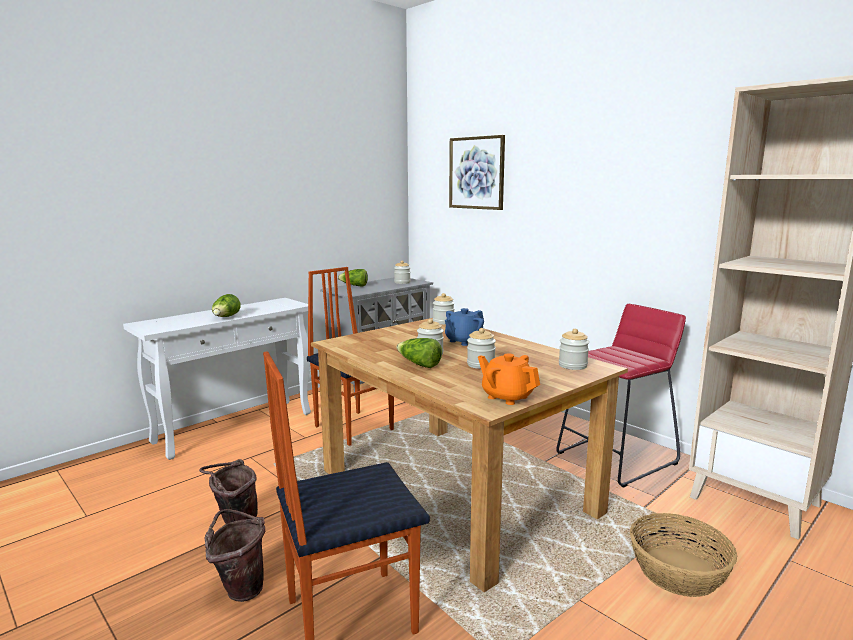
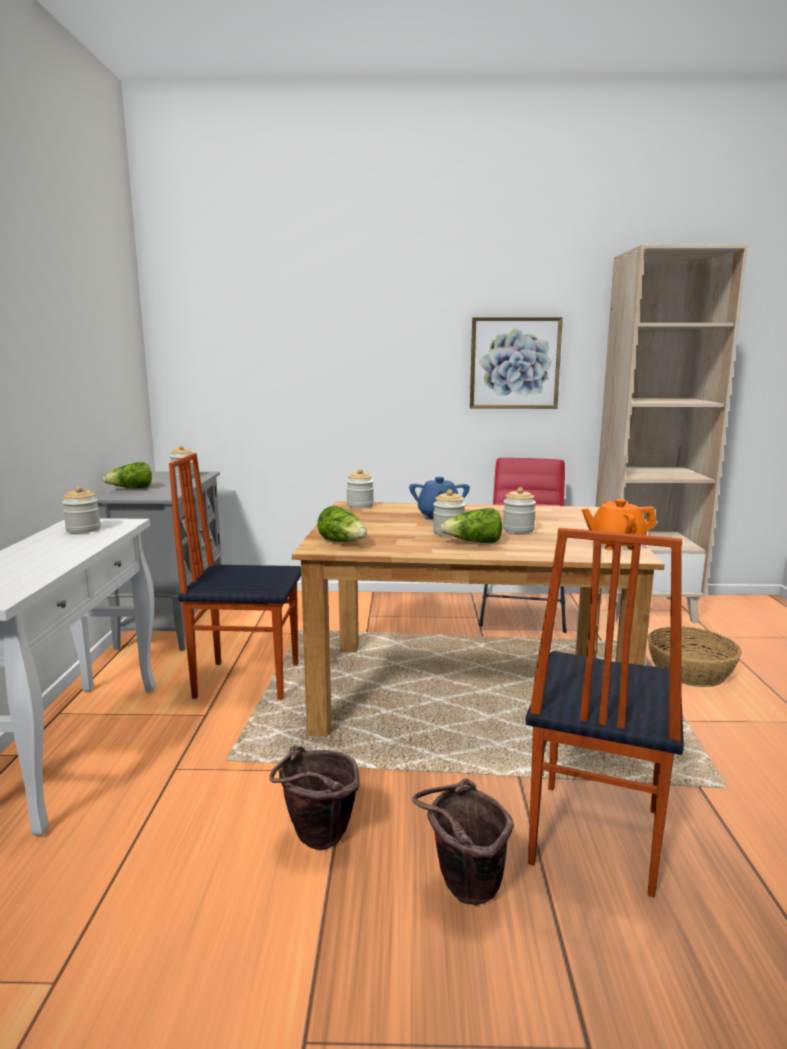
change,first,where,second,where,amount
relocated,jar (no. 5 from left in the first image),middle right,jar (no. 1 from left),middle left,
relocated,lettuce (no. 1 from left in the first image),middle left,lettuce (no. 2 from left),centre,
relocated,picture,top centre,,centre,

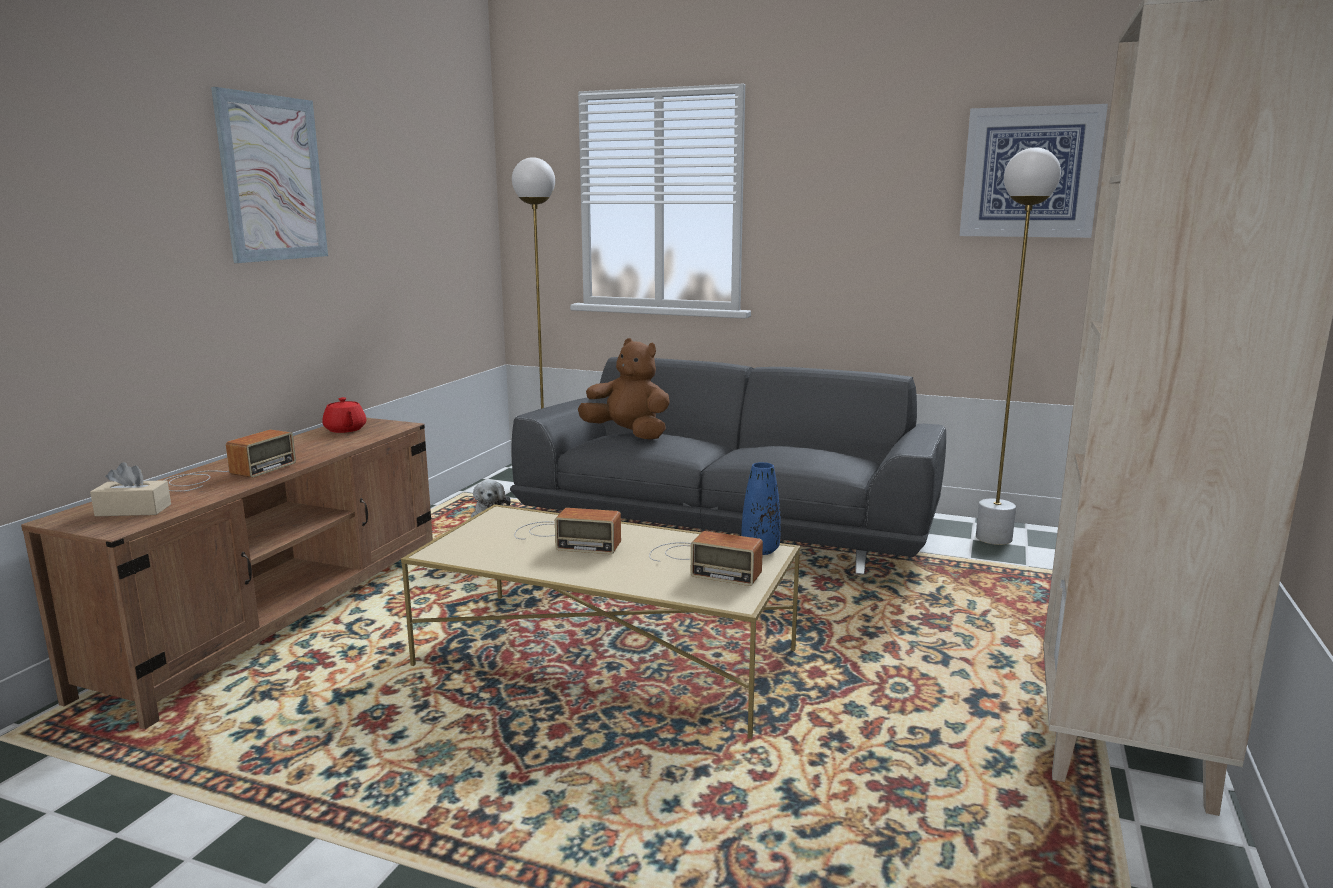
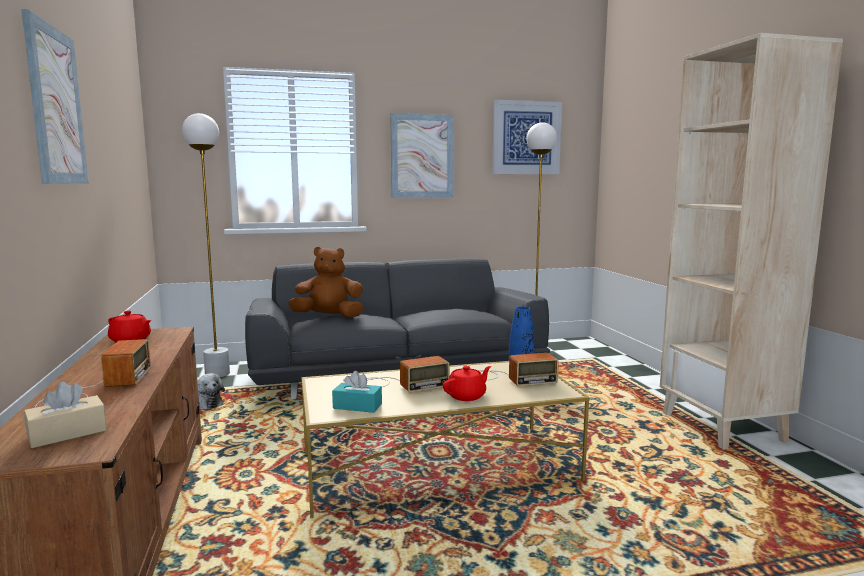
change,first,where,second,where,amount
appeared,,,turquoise tissue box,bottom centre,
appeared,,,picture (no. 2 from left),top centre,
appeared,,,red teapot (no. 2 from left),centre,

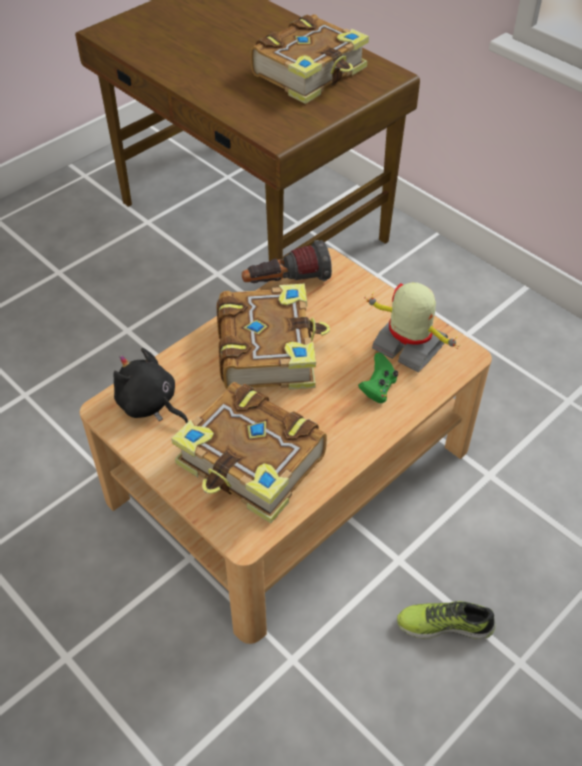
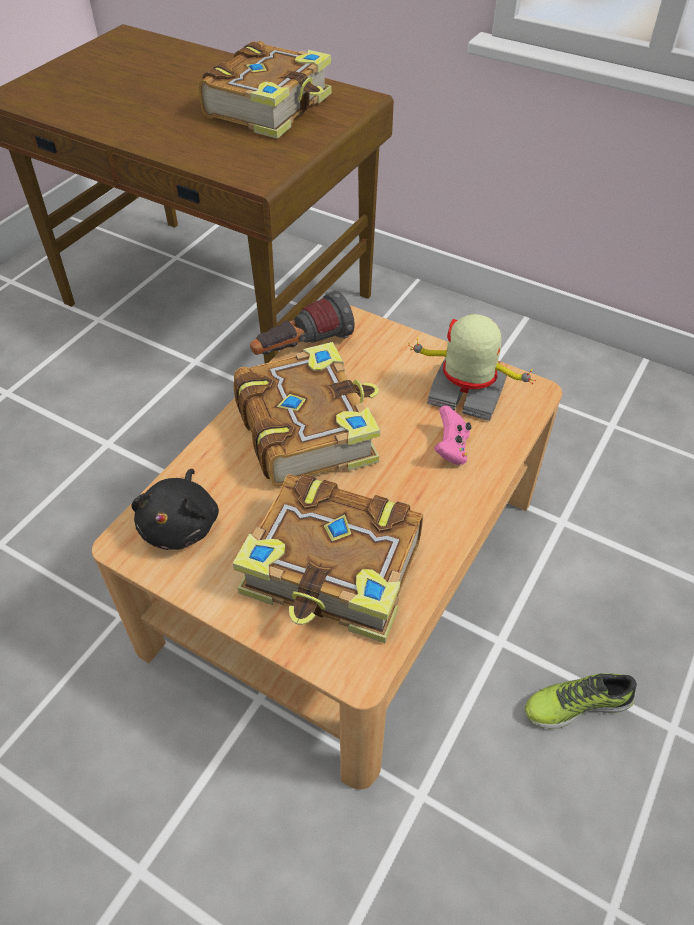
change,first,where,second,where,amount
spun,black plush toy,middle left,,middle left,105 degrees counterclockwise
colour,green game controller,centre,pink game controller,centre,

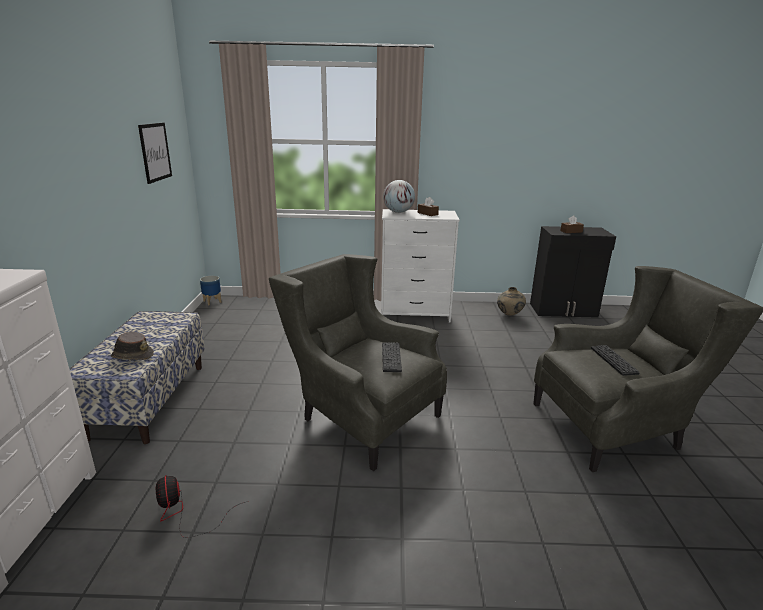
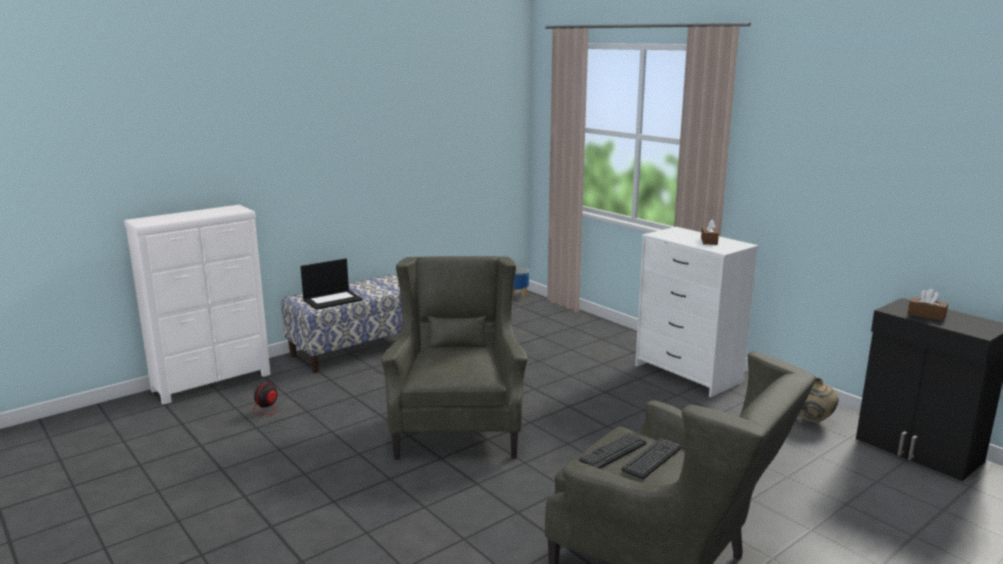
change,first,where,second,where,amount
exchanged,brown hat,middle left,laptop,middle left,
relocated,keyboard (no. 1 from left),centre,,bottom centre,
missing,picture,top left,,,
missing,globe,top centre,,,

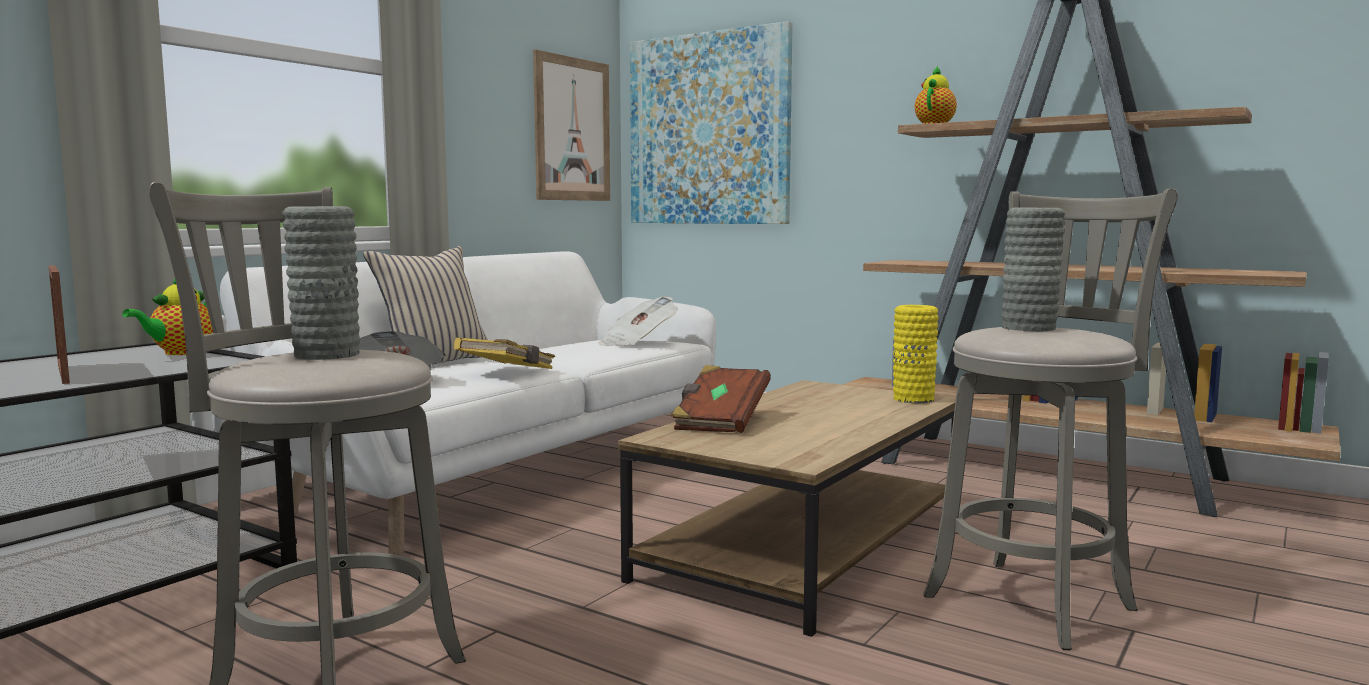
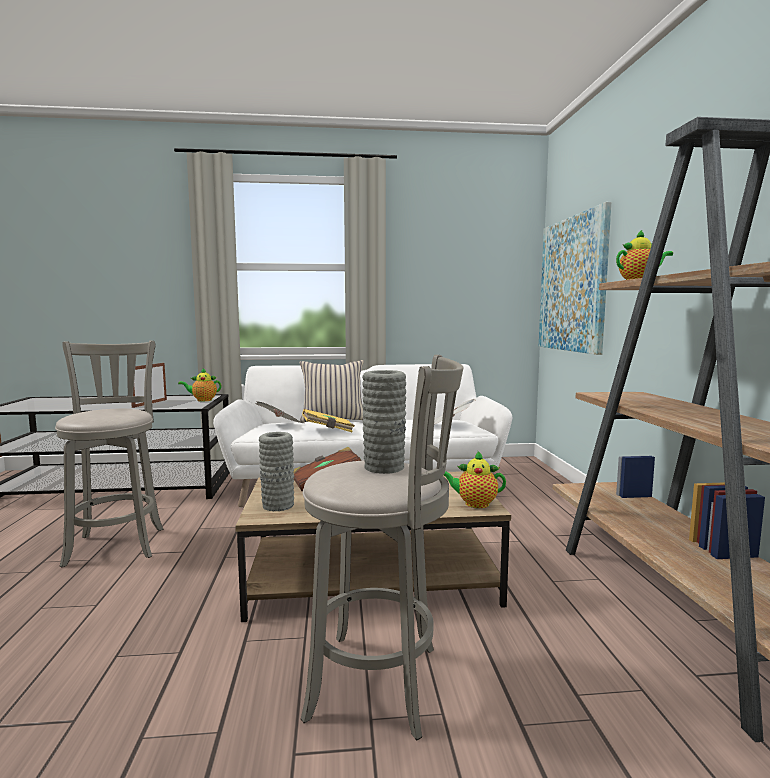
change,first,where,second,where,amount
relocated,grey vase (no. 1 from left),middle left,,centre,
exchanged,yellow vase,middle right,teapot (no. 2 from left),centre,
missing,picture (no. 1 from left),top centre,,,

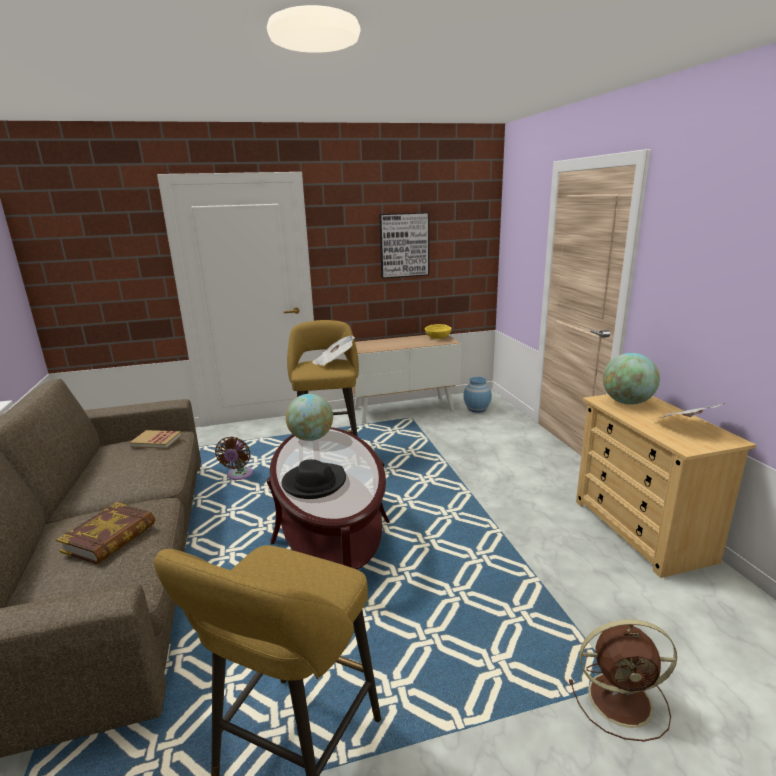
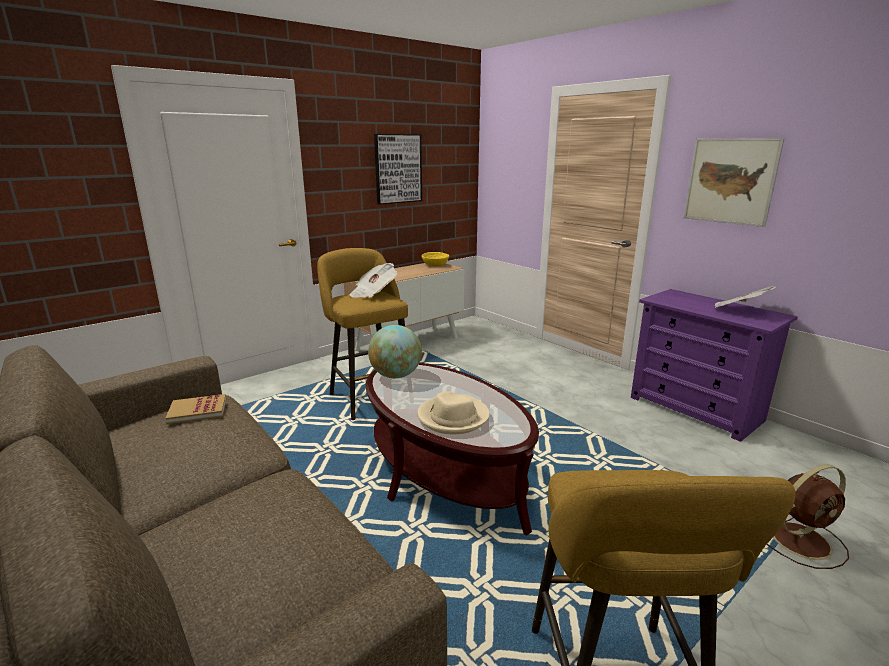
change,first,where,second,where,amount
colour,black hat,centre,beige hat,centre,
colour,beige dresser,middle right,purple dresser,middle right,
appeared,,,picture (no. 2 from left),top right,
missing,book (no. 1 from left),bottom left,,,
missing,brown fan (no. 1 from left),middle left,,,
missing,blue vase,centre,,,
missing,globe (no. 2 from left),middle right,,,

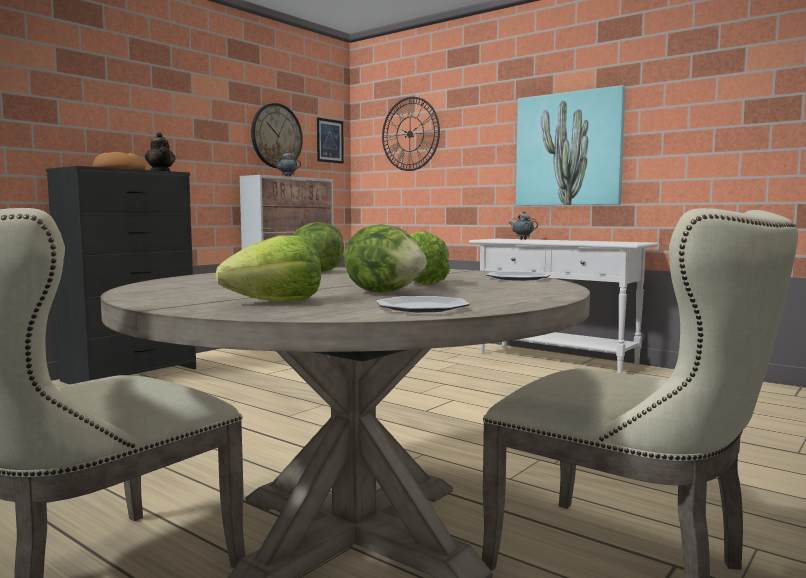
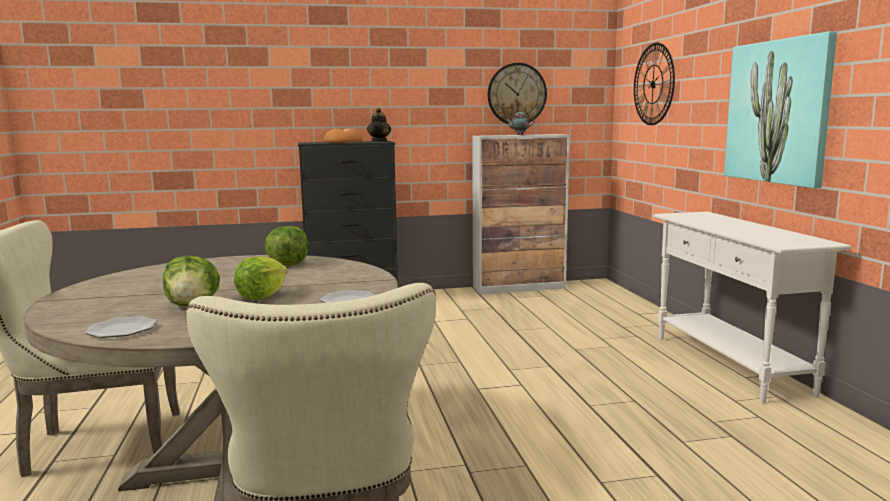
change,first,where,second,where,amount
missing,lettuce (no. 1 from left),middle left,,,
missing,picture (no. 1 from left),top centre,,,
missing,teapot (no. 3 from left),centre,,,

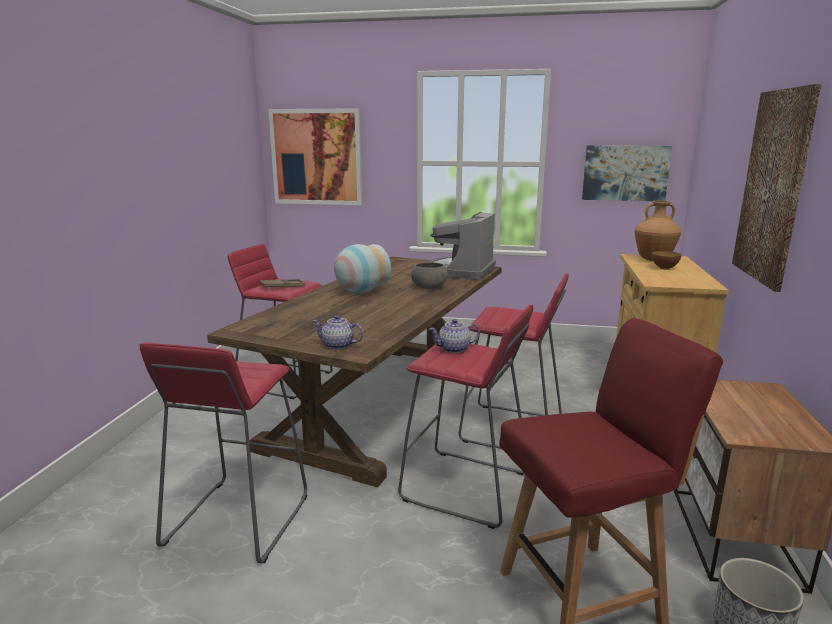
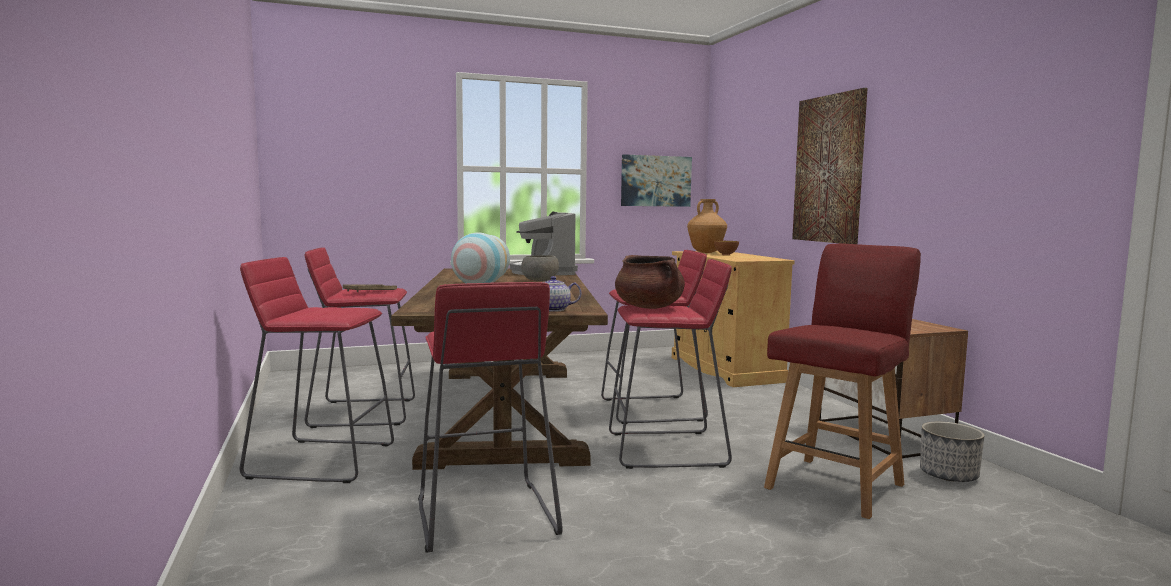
change,first,where,second,where,amount
appeared,,,red stool (no. 1 from left),middle left,
exchanged,teapot (no. 2 from left),centre,brown cooking pot,centre,
missing,picture (no. 1 from left),top centre,,,

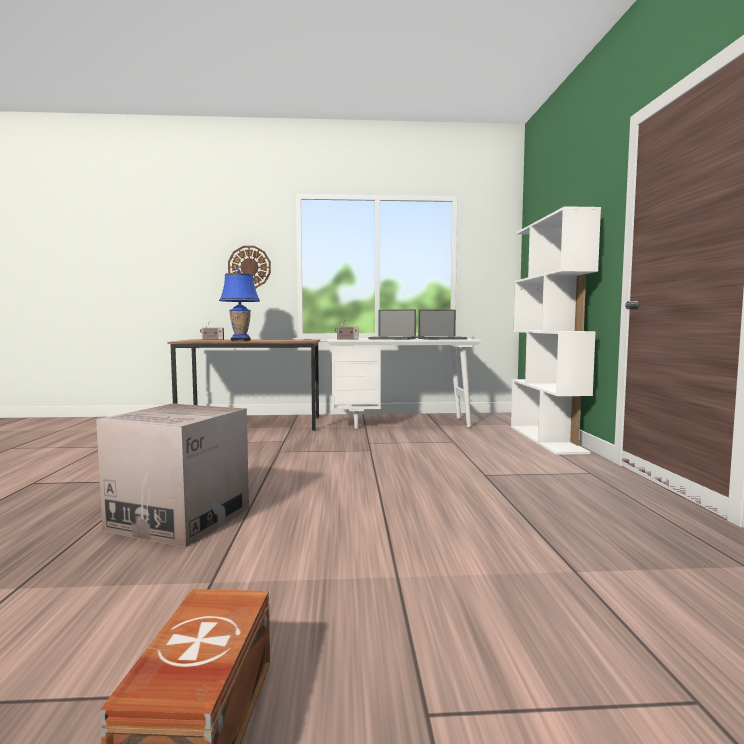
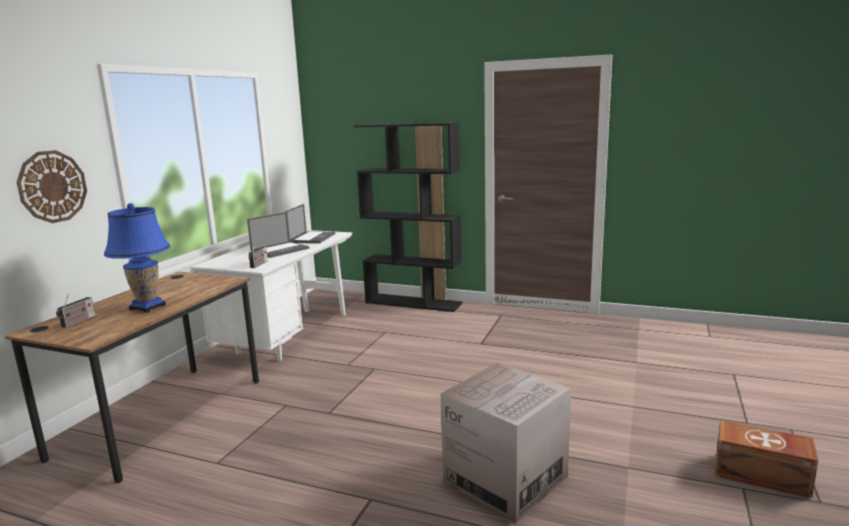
change,first,where,second,where,amount
colour,white bookcase,middle right,black bookcase,centre,

